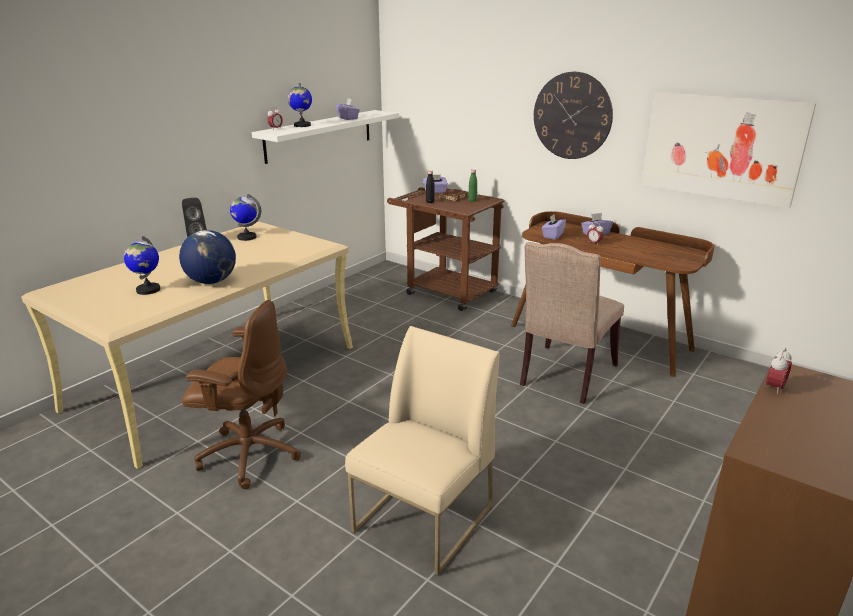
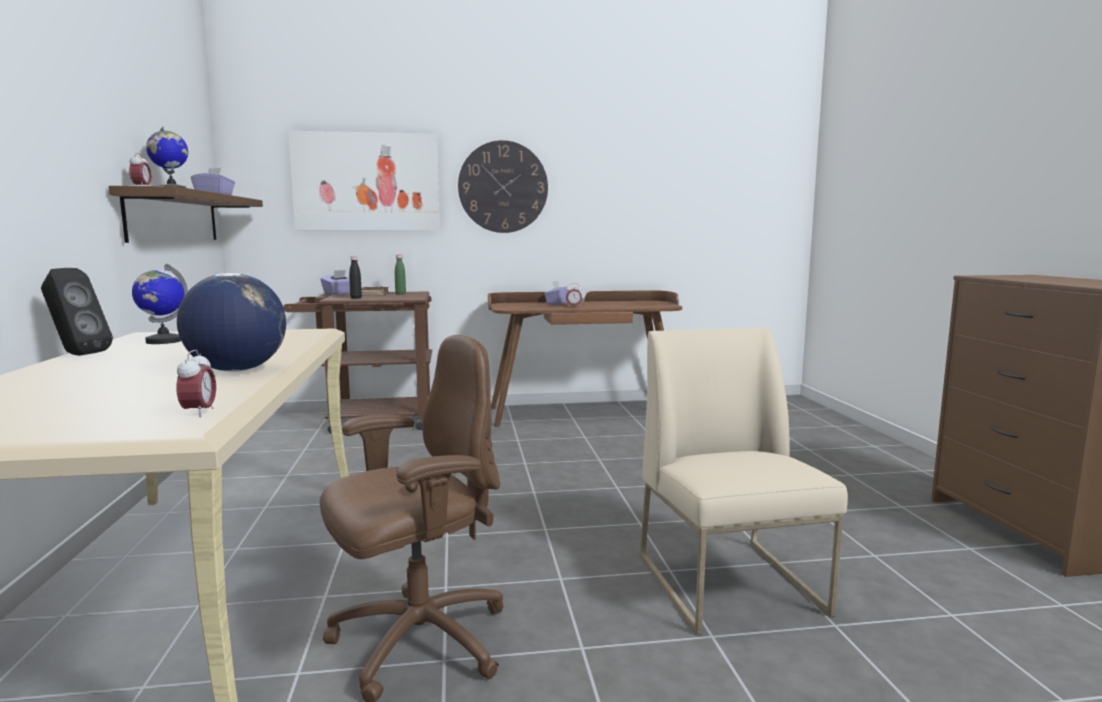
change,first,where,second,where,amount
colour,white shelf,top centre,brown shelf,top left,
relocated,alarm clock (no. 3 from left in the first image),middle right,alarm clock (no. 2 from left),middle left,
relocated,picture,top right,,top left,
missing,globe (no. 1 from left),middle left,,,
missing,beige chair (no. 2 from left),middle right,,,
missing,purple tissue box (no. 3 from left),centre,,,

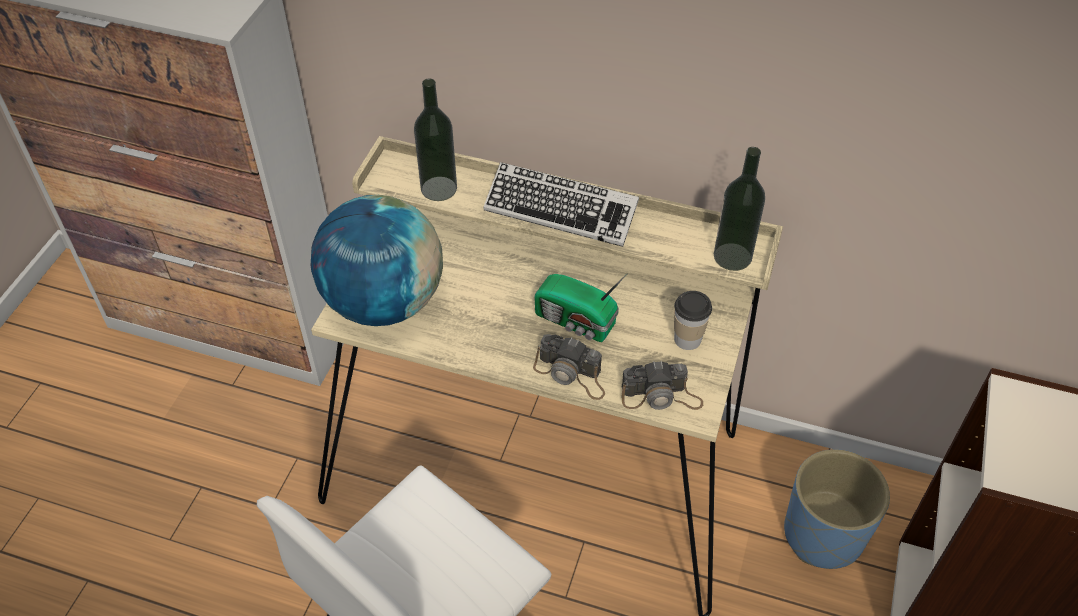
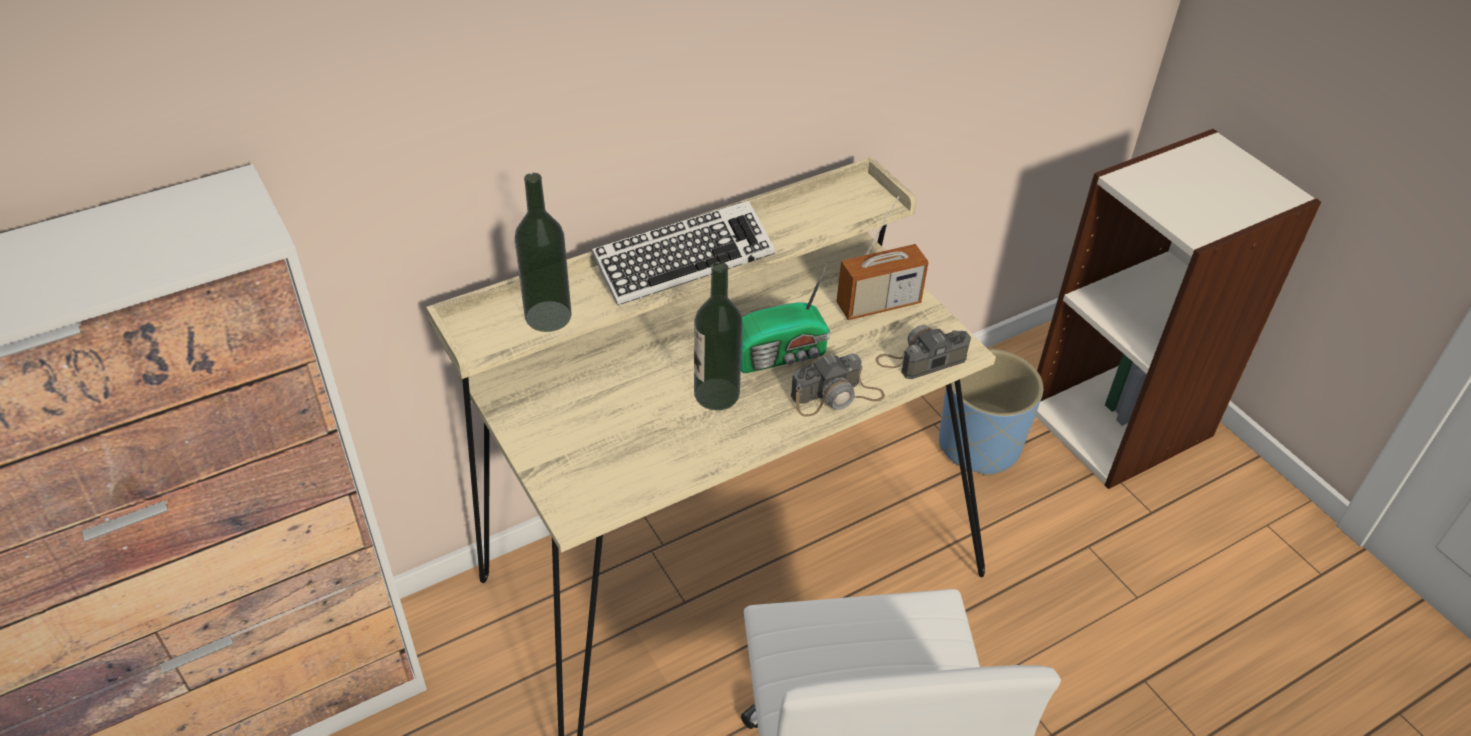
change,first,where,second,where,amount
relocated,bottle (no. 2 from left),middle right,,centre,
exchanged,cup,centre,radio (no. 2 from left),centre,
spun,photo camera (no. 2 from left),centre,,centre,150 degrees counterclockwise
missing,globe,centre,,,

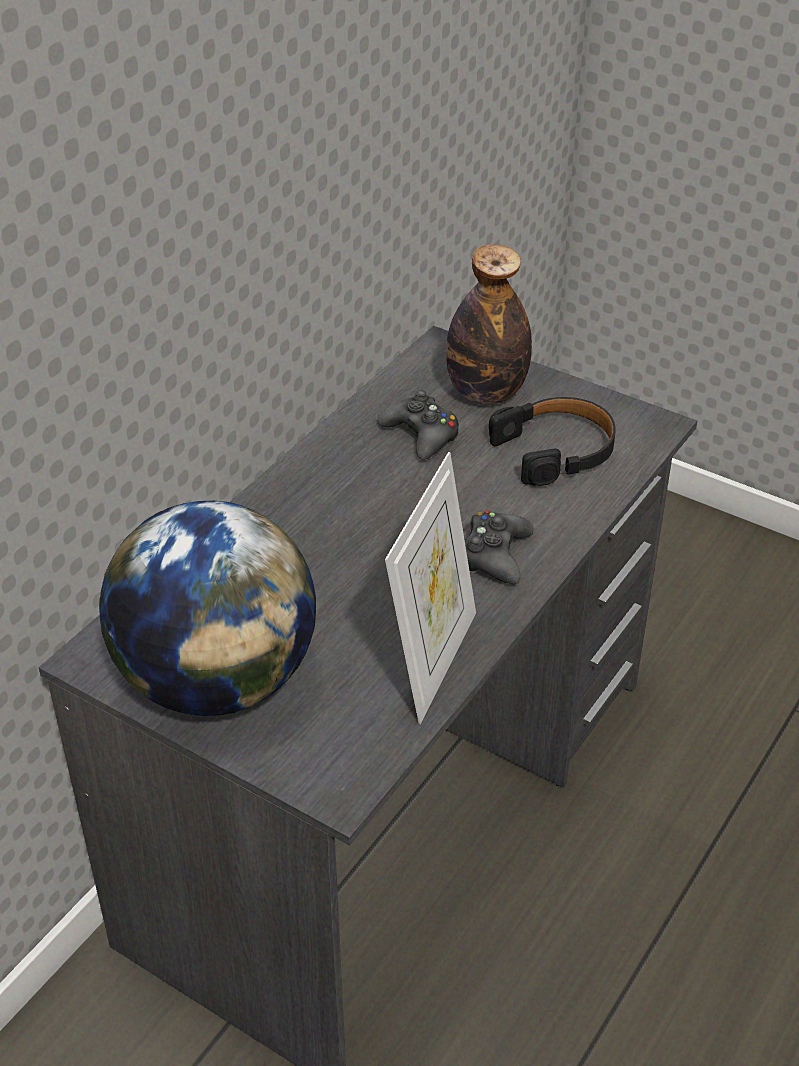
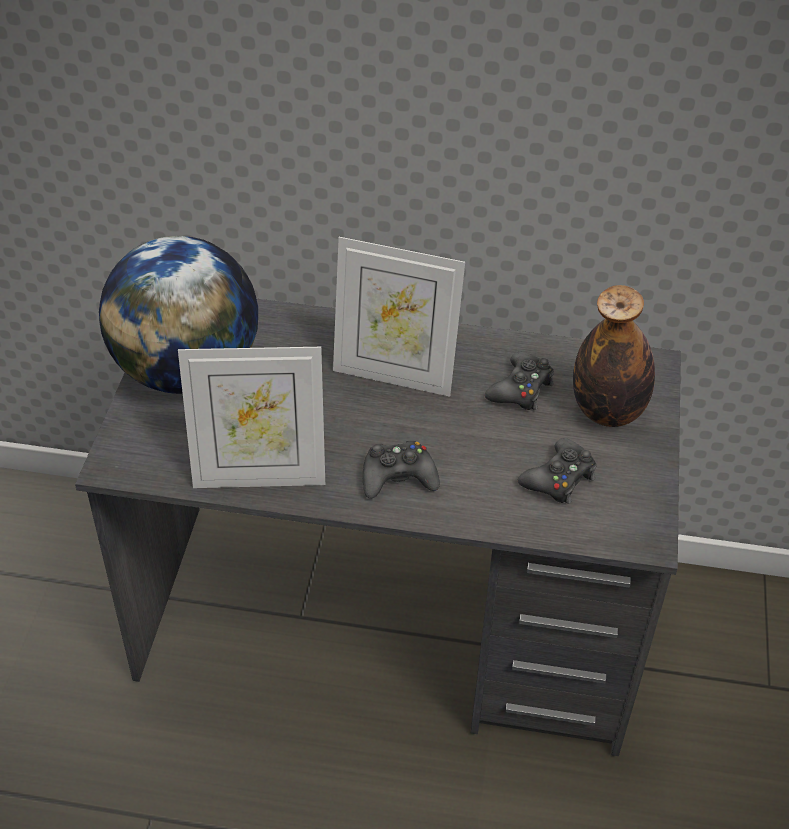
change,first,where,second,where,amount
appeared,,,picture frame (no. 2 from left),centre,
exchanged,black headphones,middle right,black game controller (no. 3 from left),middle right,

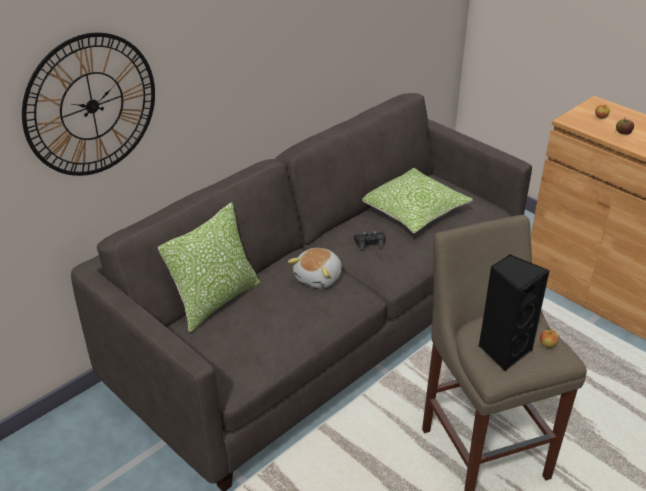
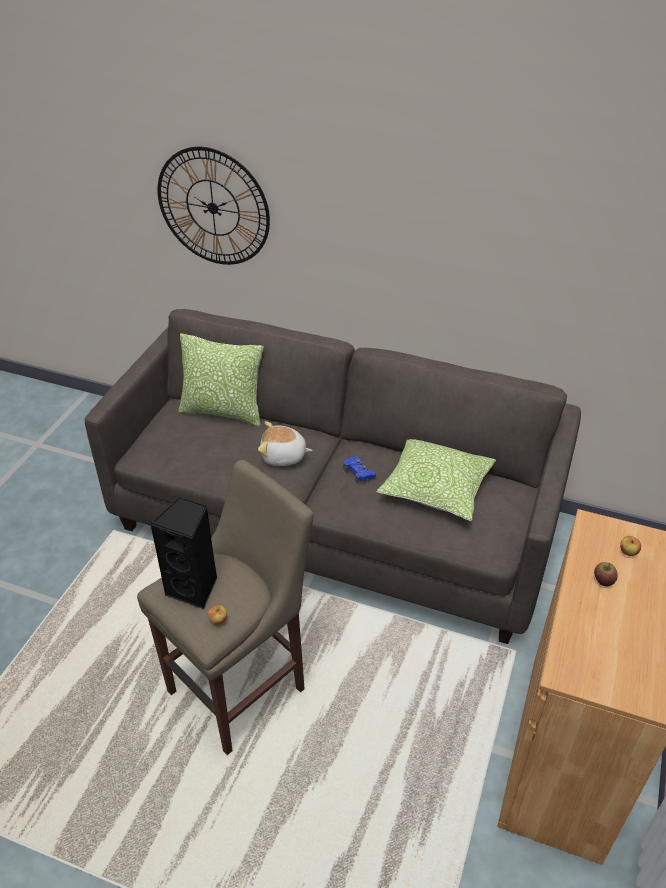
change,first,where,second,where,amount
colour,black game controller,centre,blue game controller,centre,

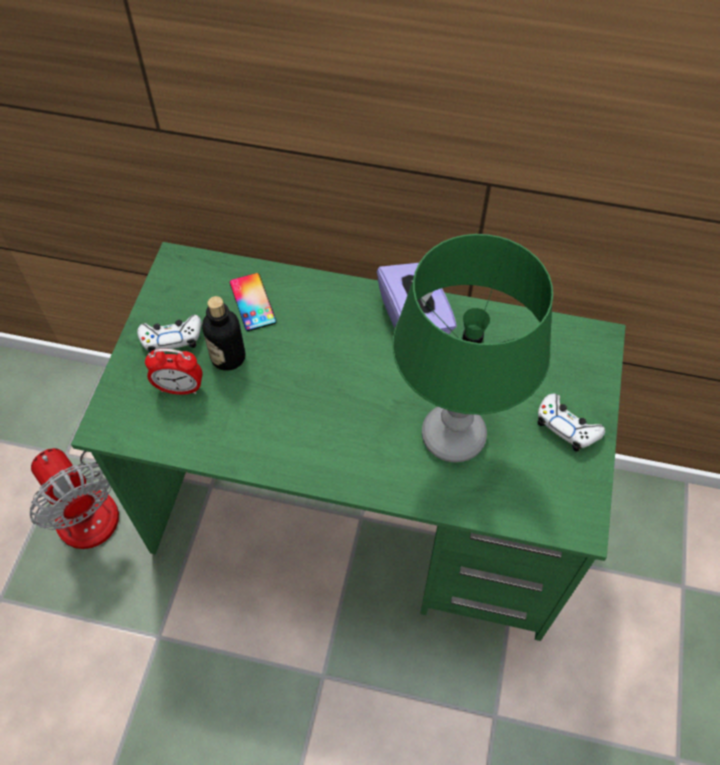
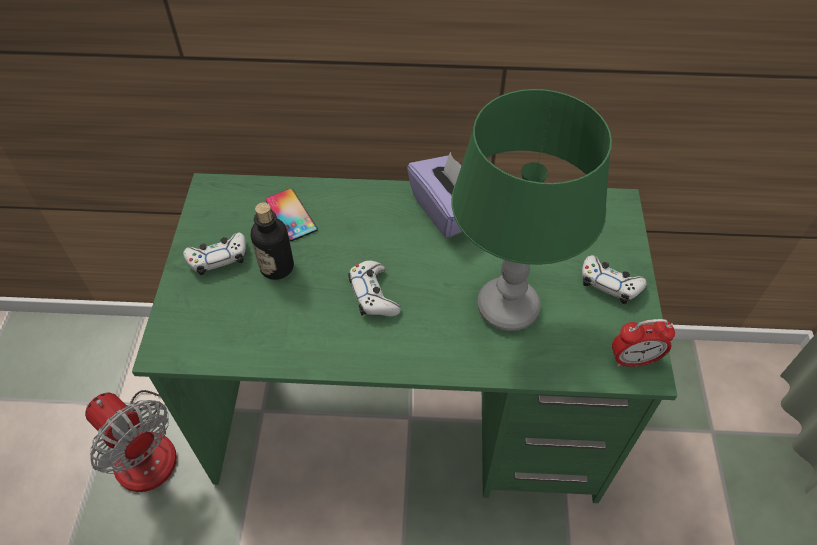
change,first,where,second,where,amount
appeared,,,white game controller (no. 2 from left),centre,
relocated,alarm clock,middle left,,middle right,

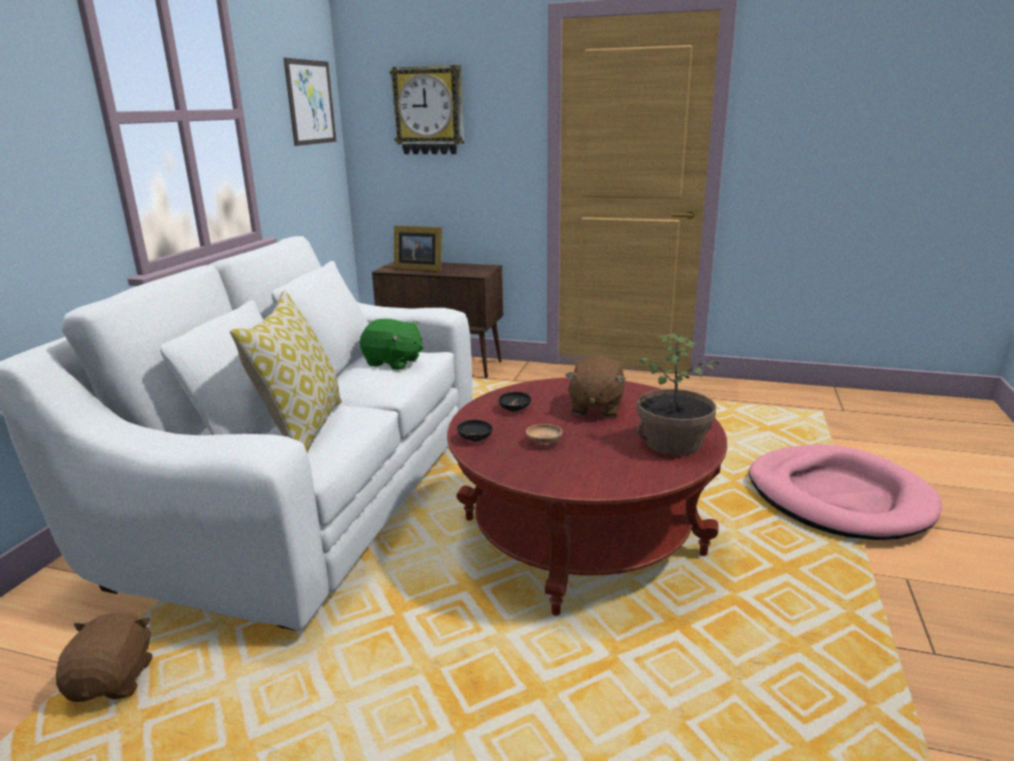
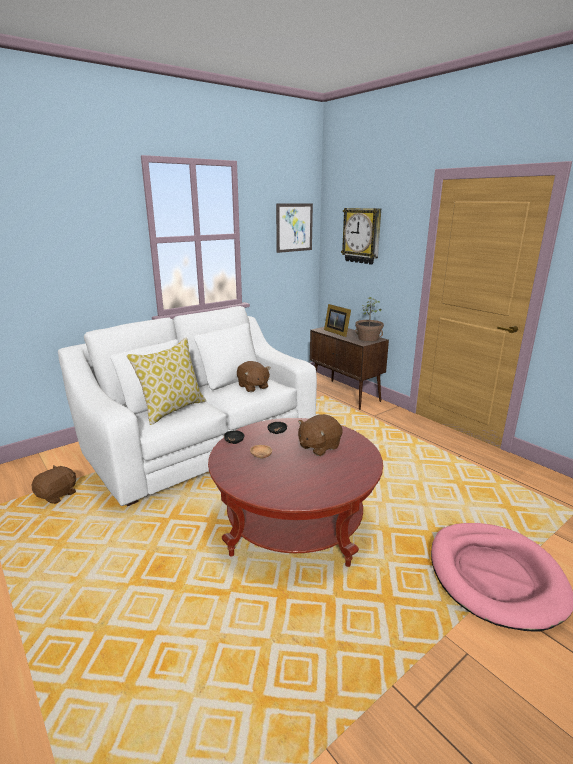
change,first,where,second,where,amount
colour,green plush toy,centre,brown plush toy (no. 2 from left),centre,
relocated,potted plant,middle right,,centre,

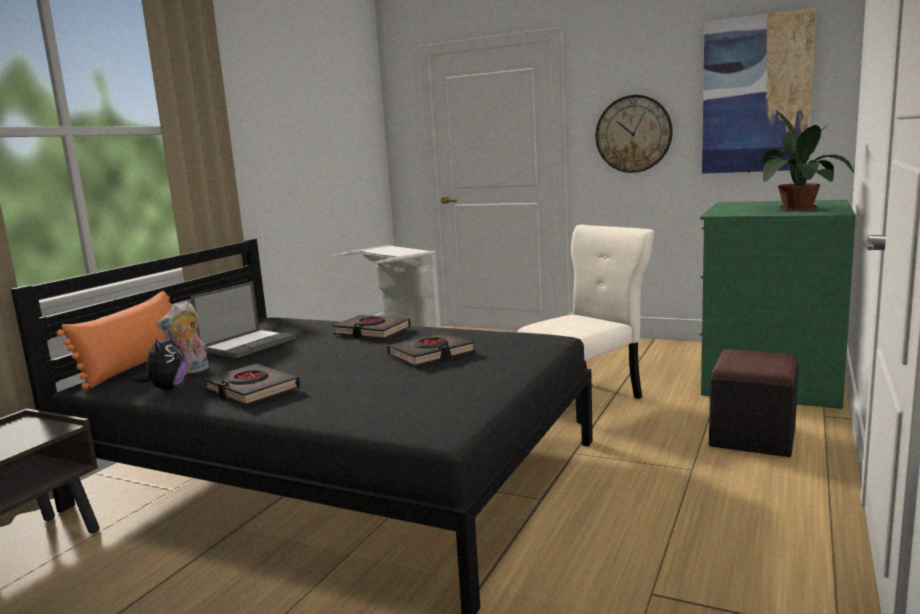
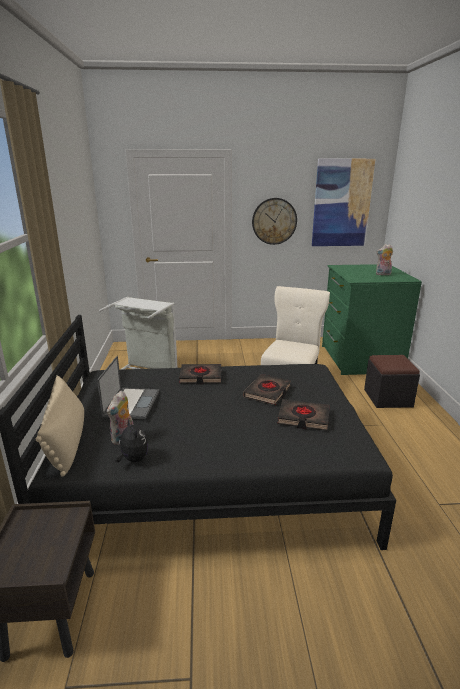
change,first,where,second,where,amount
colour,orange pillow,middle left,beige pillow,middle left,
relocated,black book (no. 1 from left in the first image),middle left,black book (no. 3 from left),centre,
exchanged,potted plant,top right,plush toy (no. 3 from left),middle right,

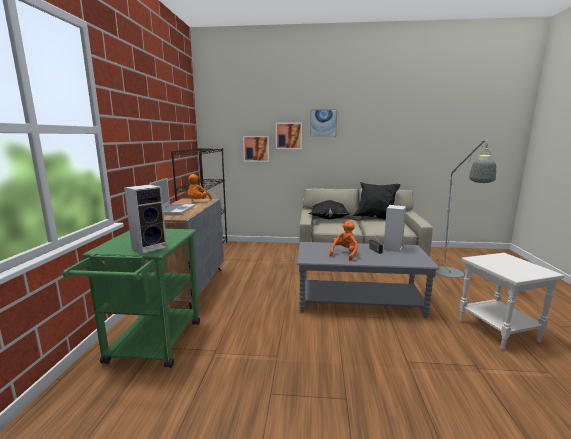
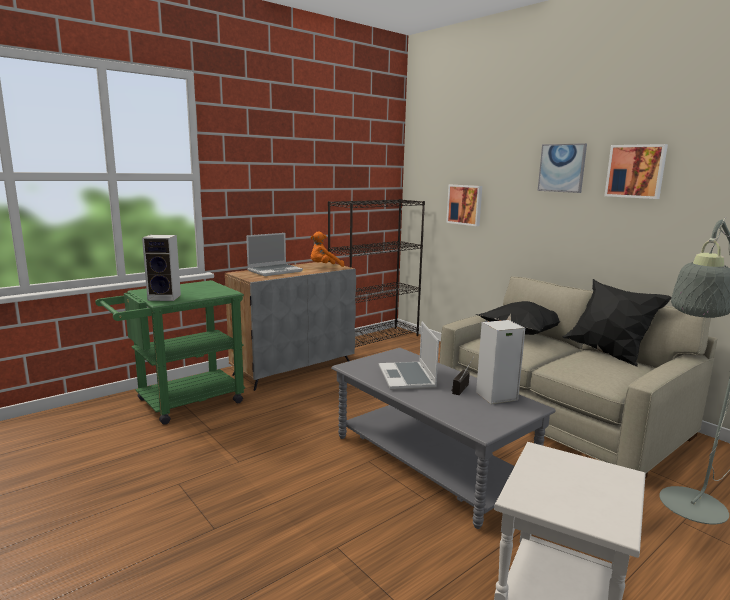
change,first,where,second,where,amount
exchanged,orange plush toy (no. 2 from left),centre,laptop (no. 2 from left),centre,
relocated,picture (no. 2 from left in the first image),top centre,picture (no. 3 from left),top right,

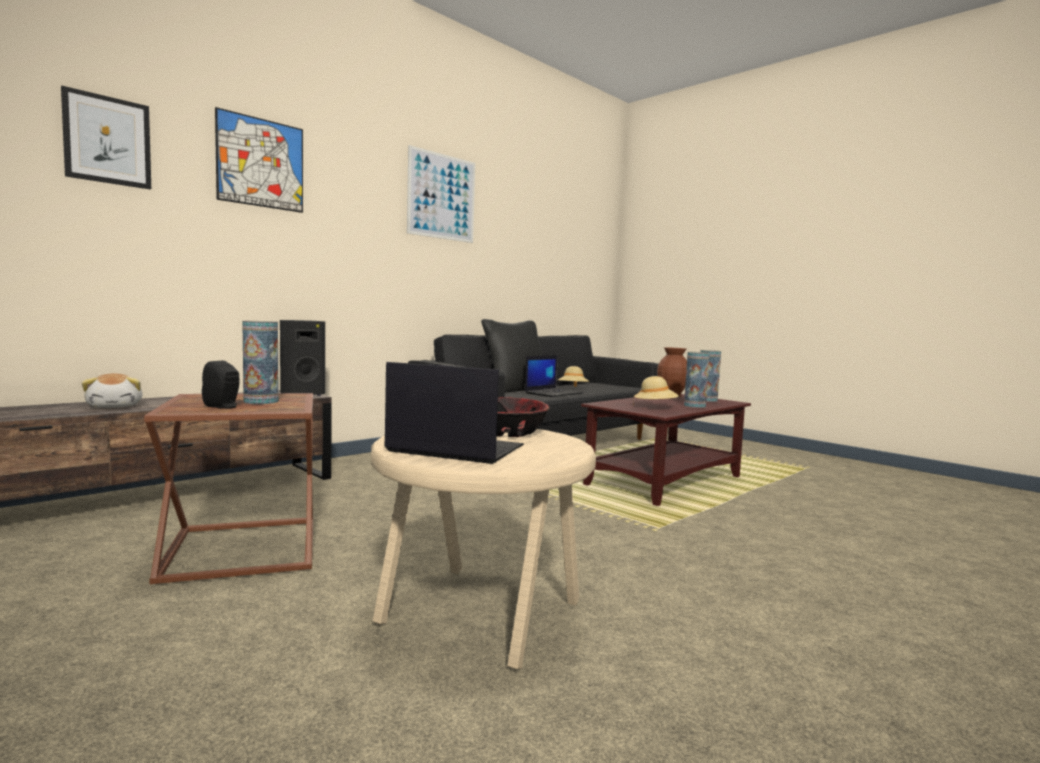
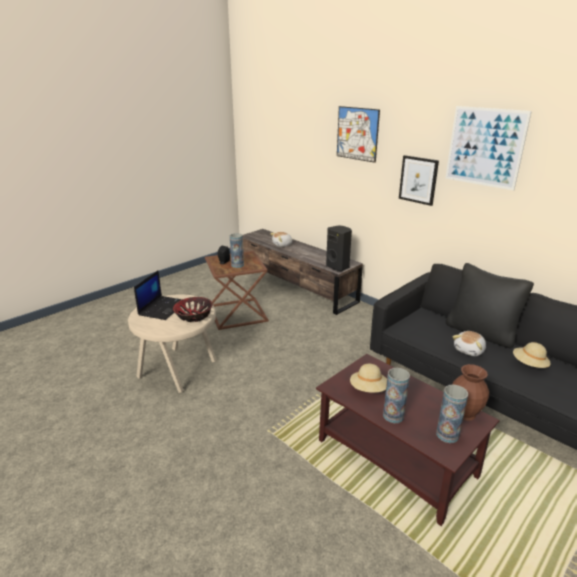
change,first,where,second,where,amount
relocated,picture (no. 1 from left in the first image),top left,picture (no. 2 from left),top right,
exchanged,laptop (no. 2 from left),centre,plush toy (no. 2 from left),middle right,

